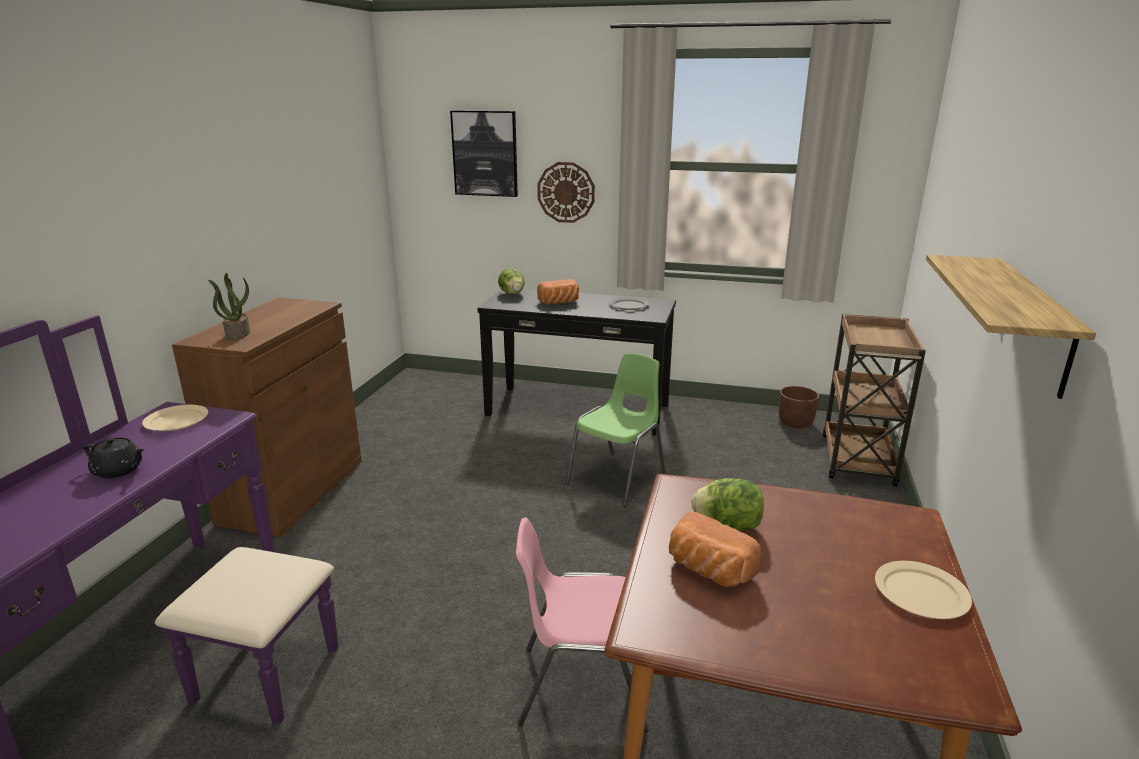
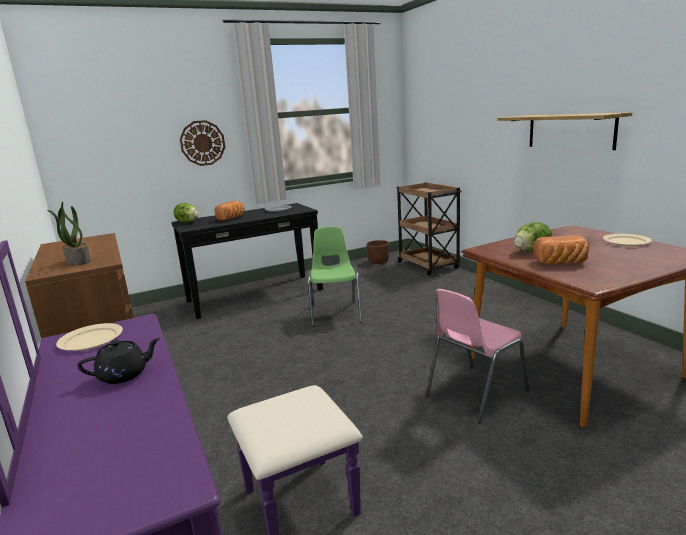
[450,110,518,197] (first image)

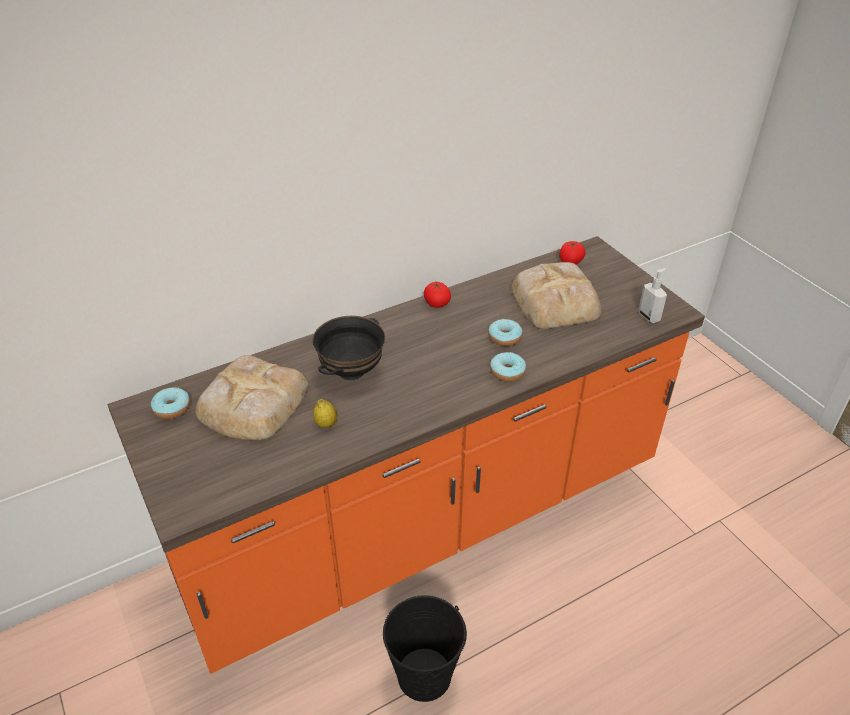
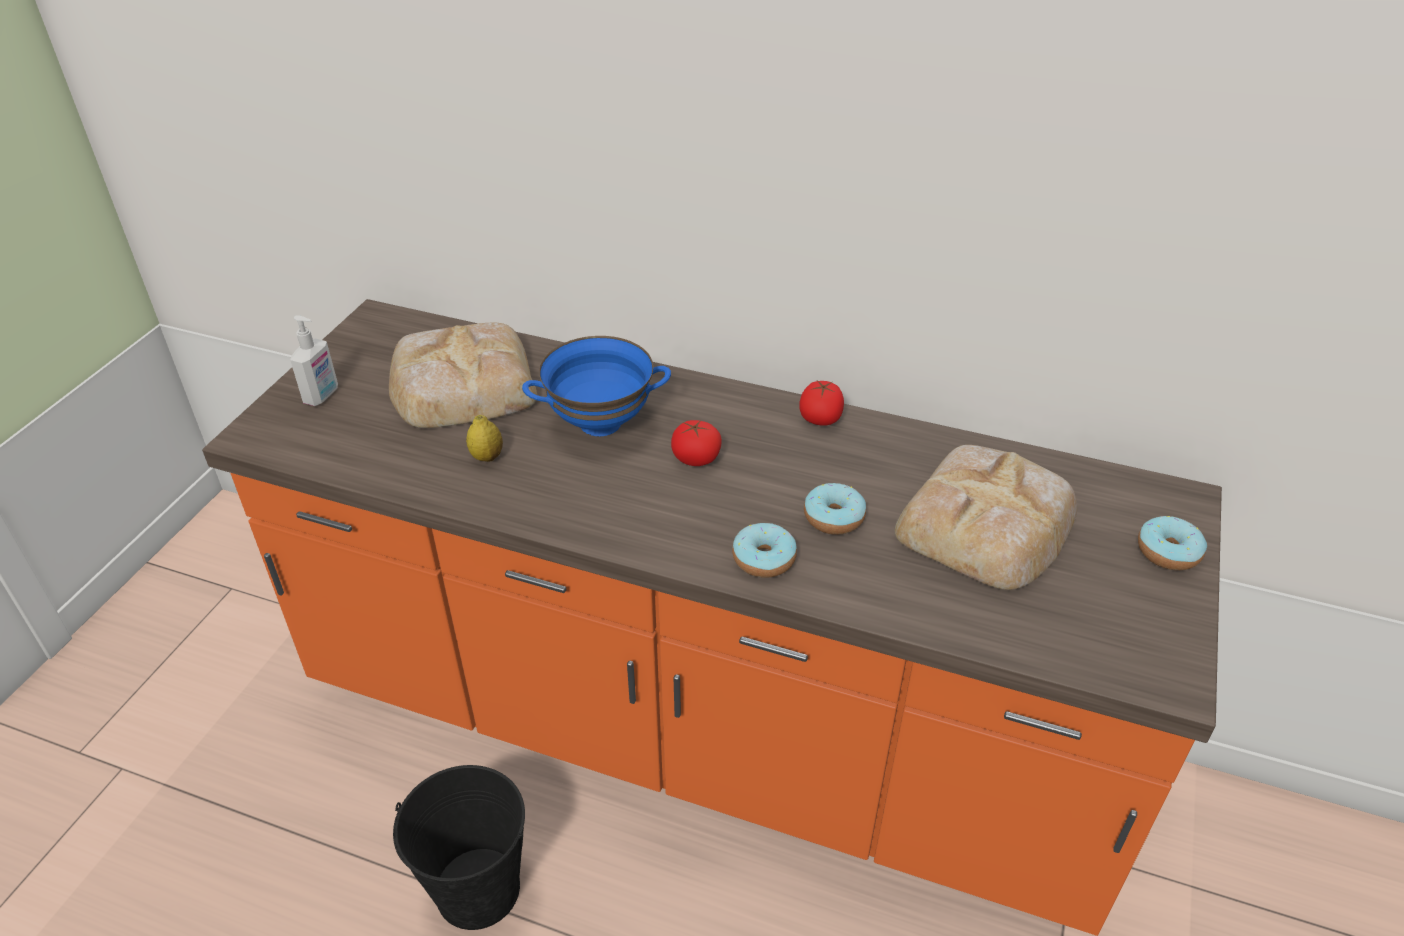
[290,315,338,406]
[522,336,671,436]
[671,420,722,466]
[1138,516,1207,570]

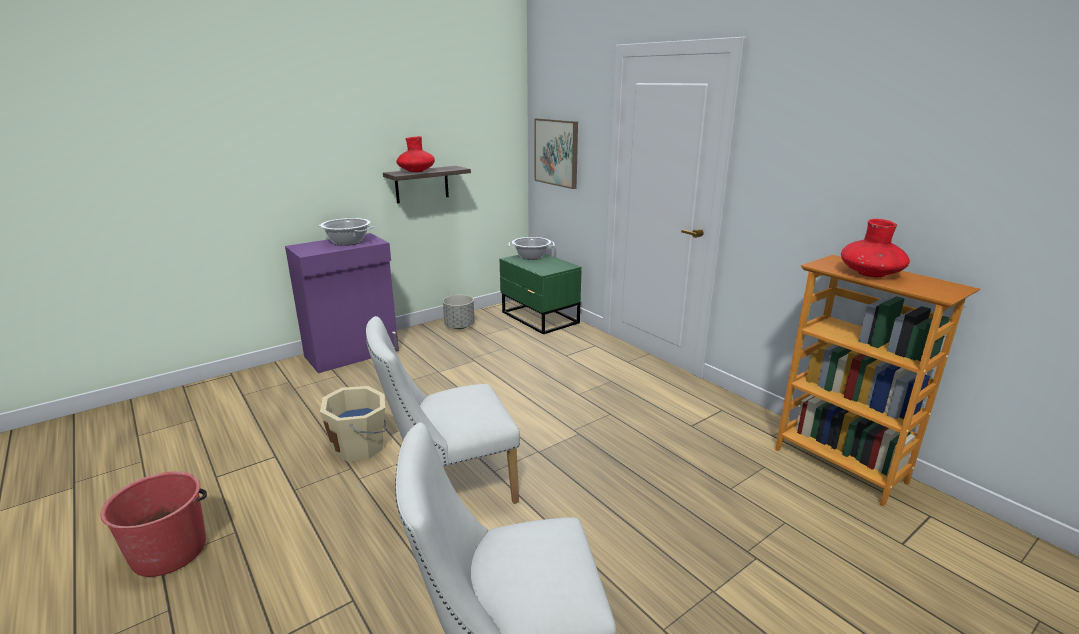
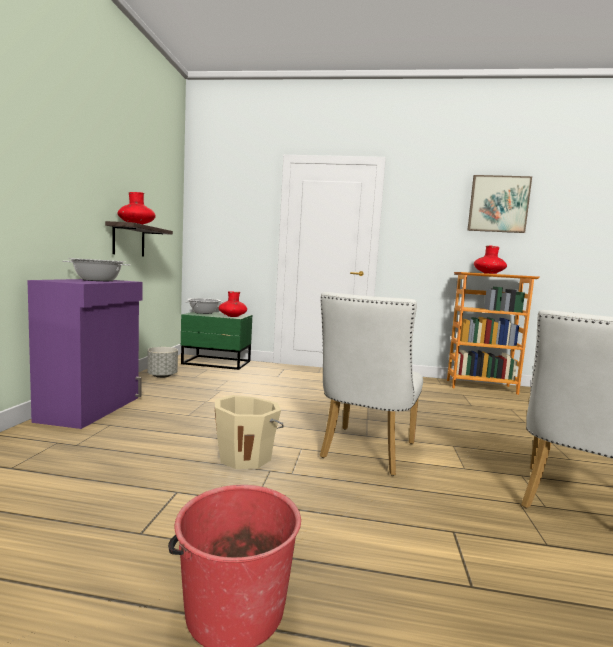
[219,291,247,317]
[467,175,532,233]

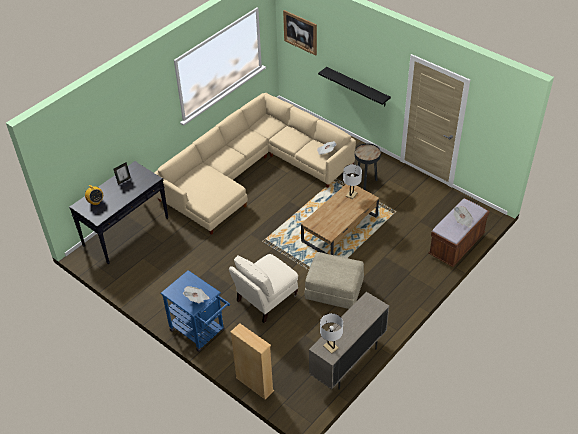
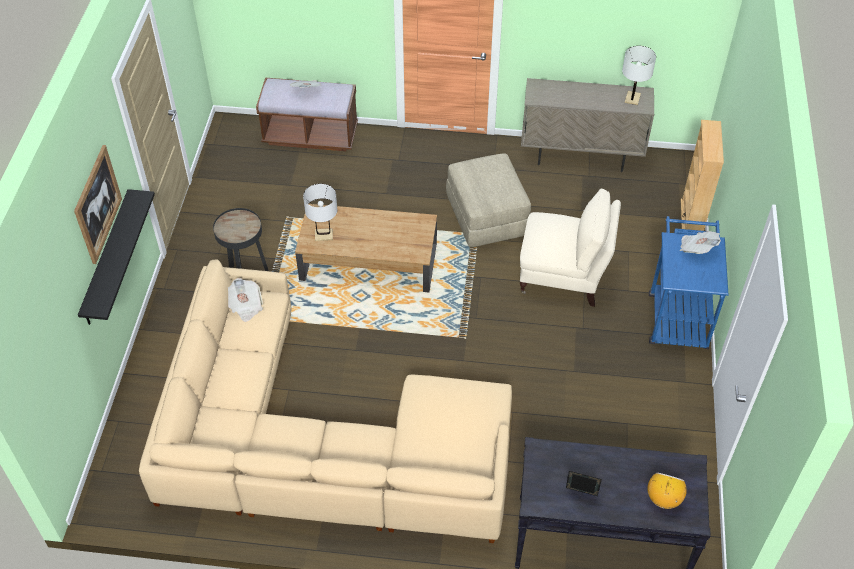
[74,145,122,264]

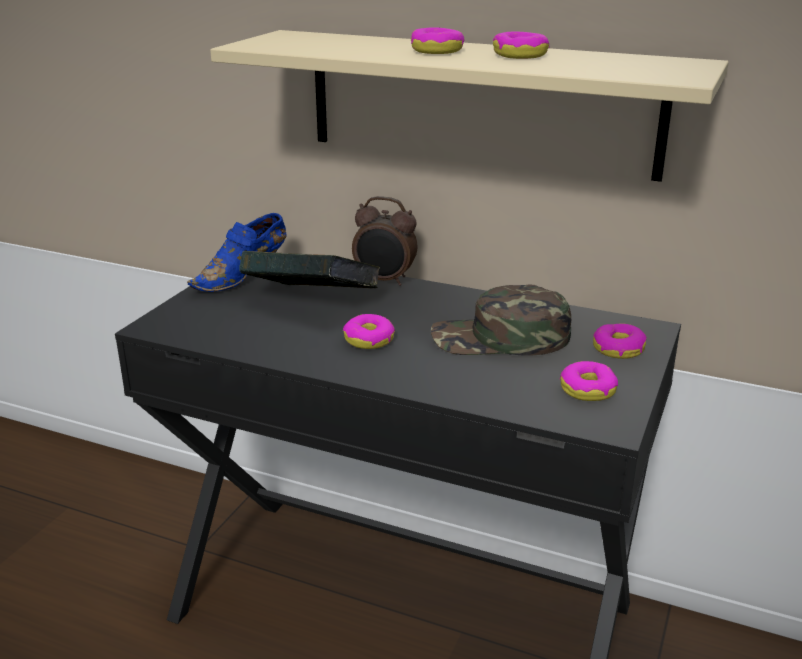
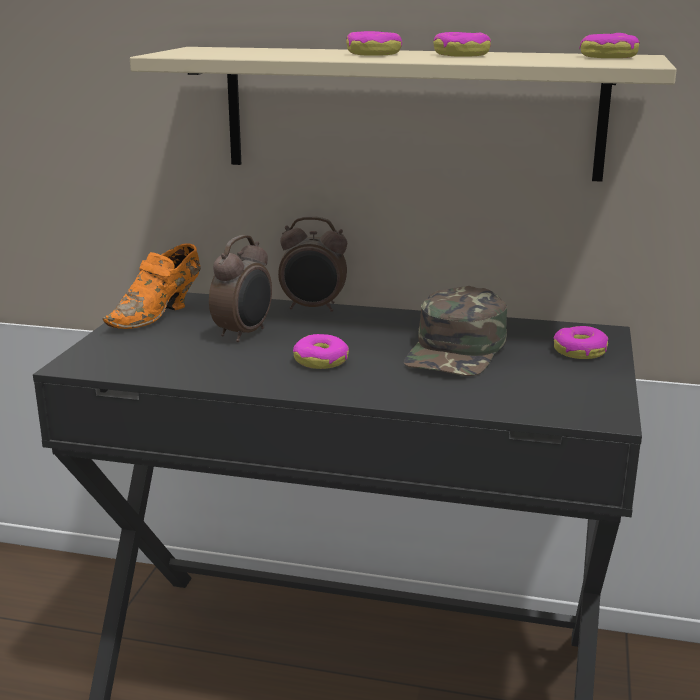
[102,243,201,329]
[209,235,272,342]
[404,286,507,376]
[579,33,640,58]

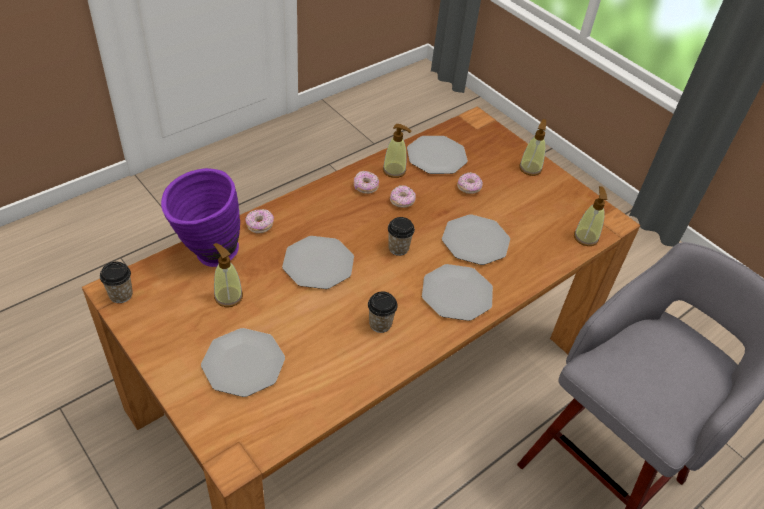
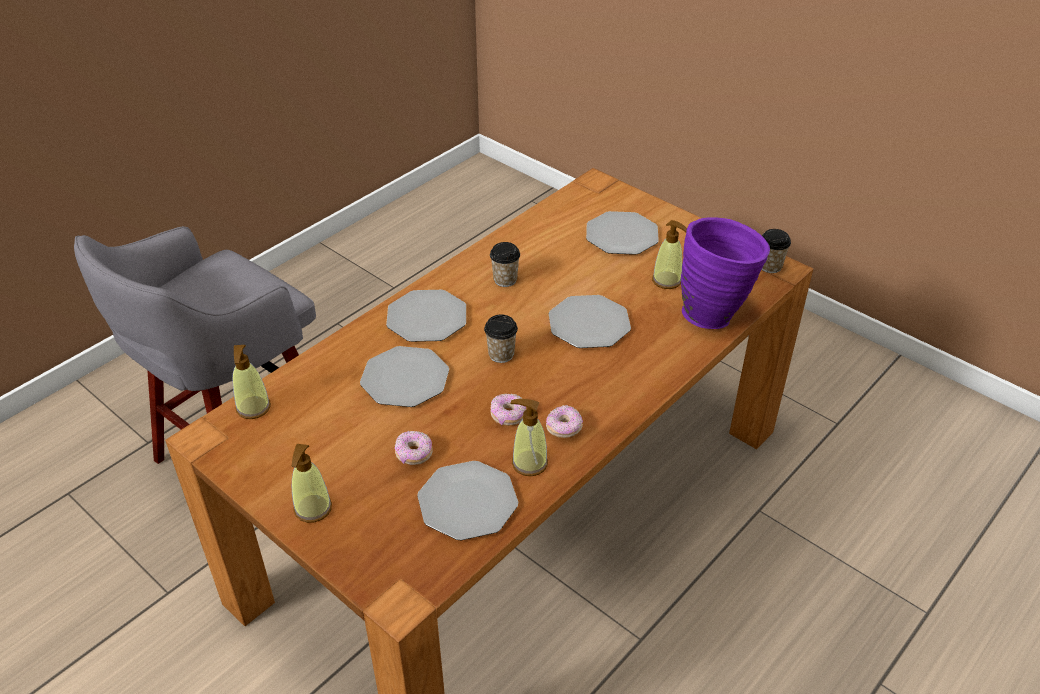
[245,209,274,234] (first image)

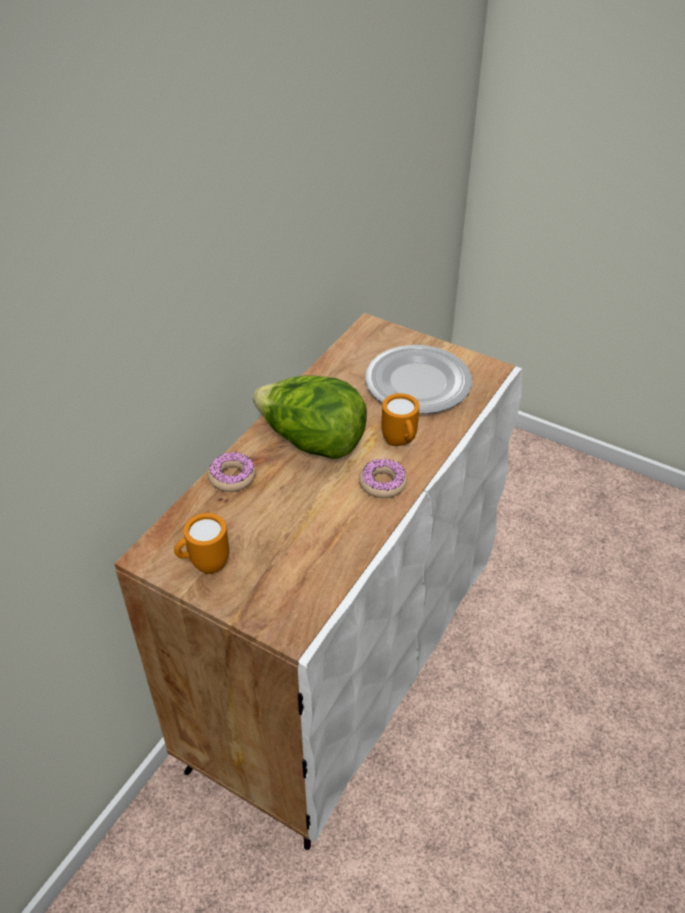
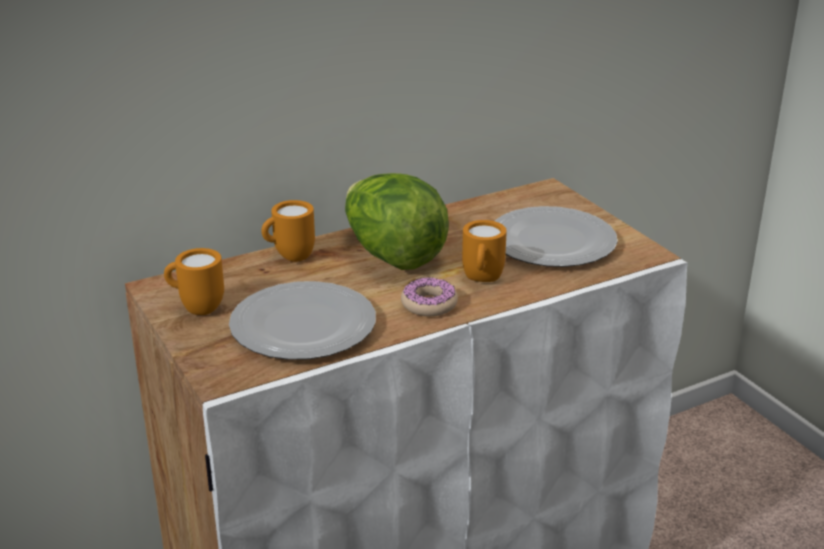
[229,281,376,360]
[261,200,315,262]

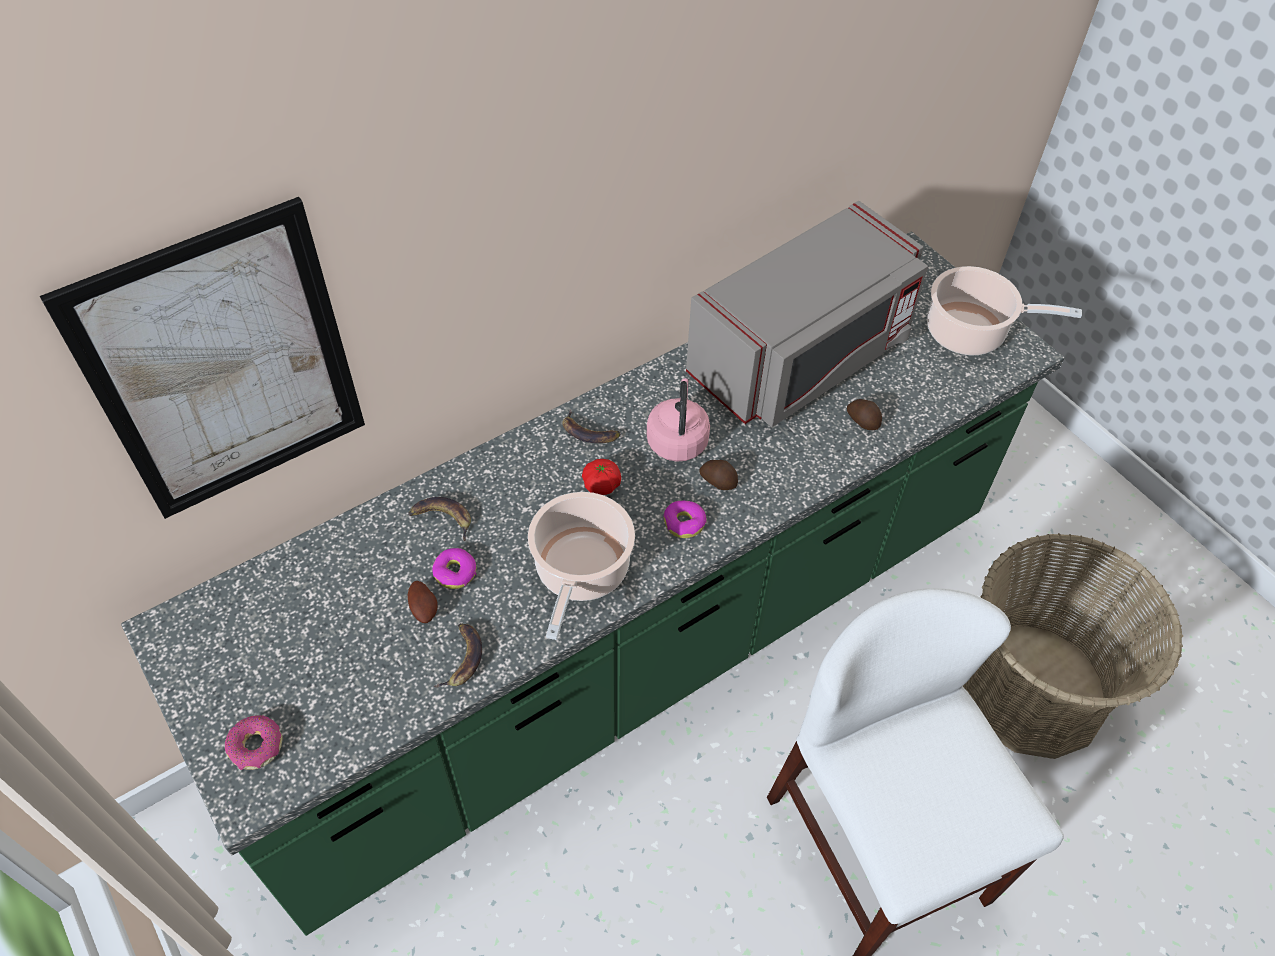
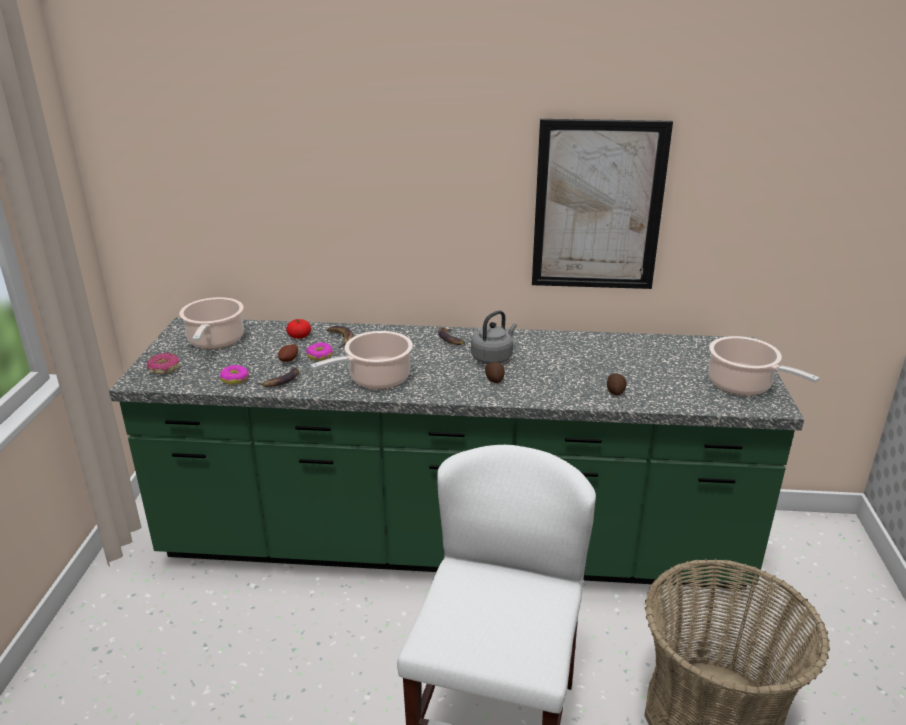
[179,297,244,349]
[220,365,249,385]
[286,319,311,339]
[471,310,517,364]
[532,119,673,289]
[686,201,928,427] (first image)

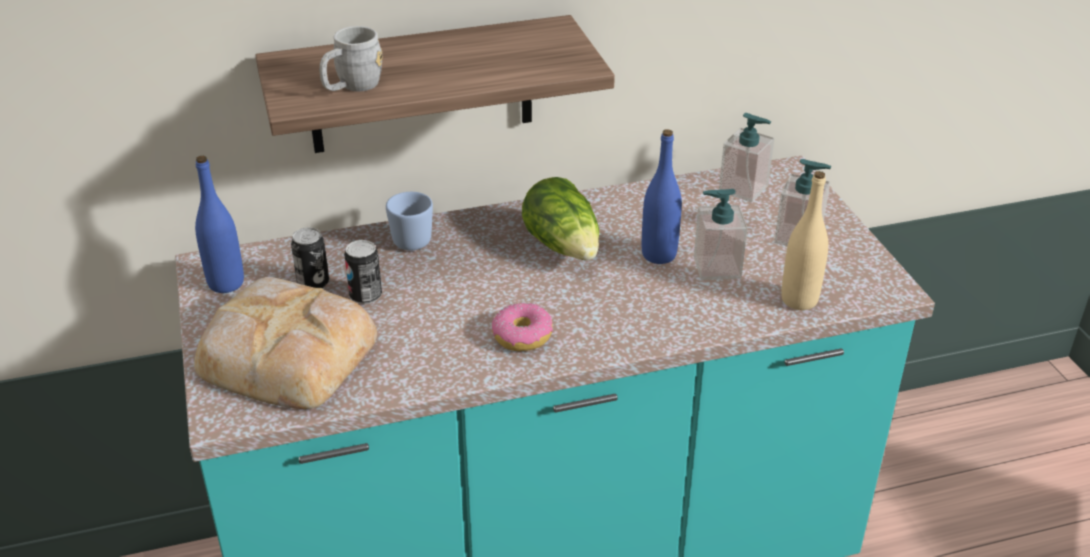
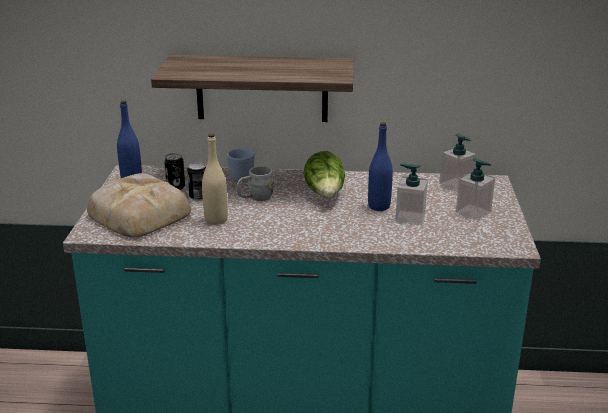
[202,134,228,225]
[237,166,274,201]
[492,303,553,351] (first image)

